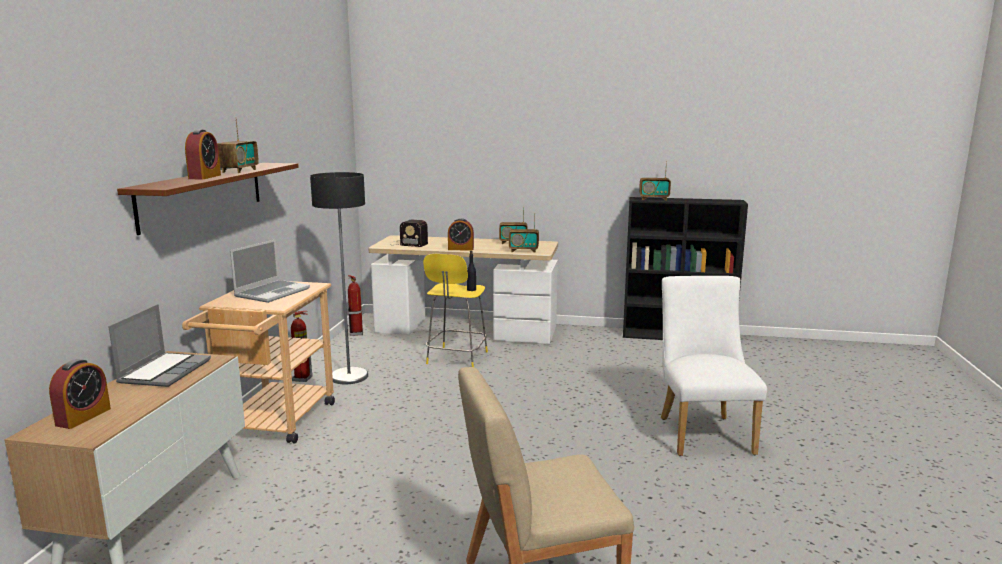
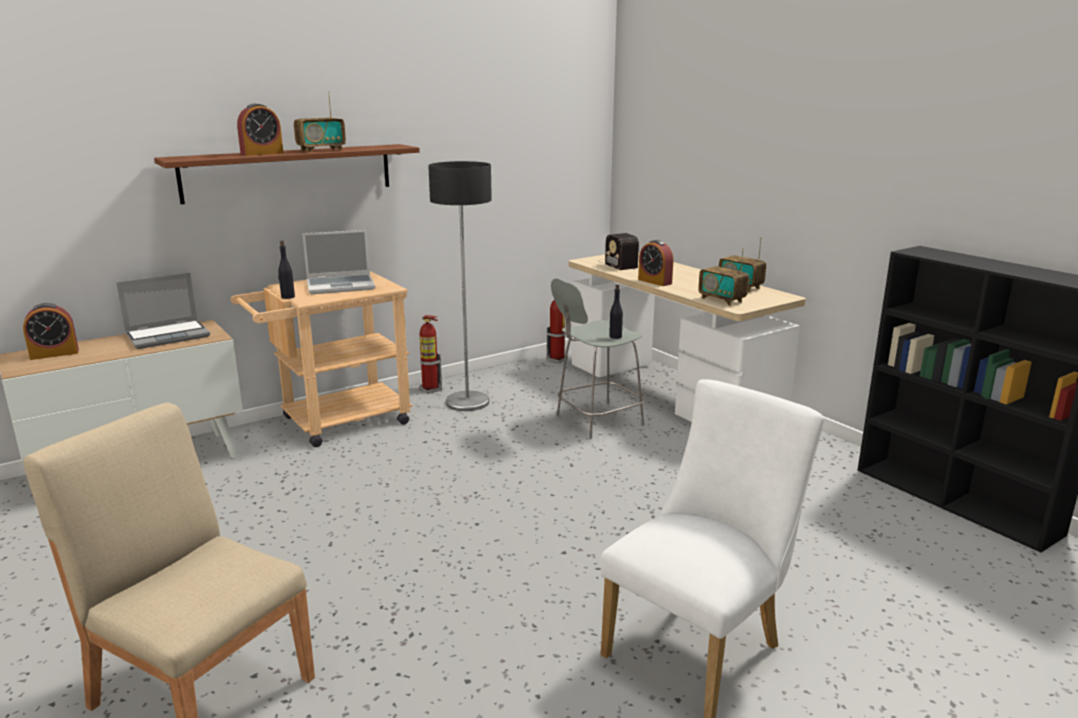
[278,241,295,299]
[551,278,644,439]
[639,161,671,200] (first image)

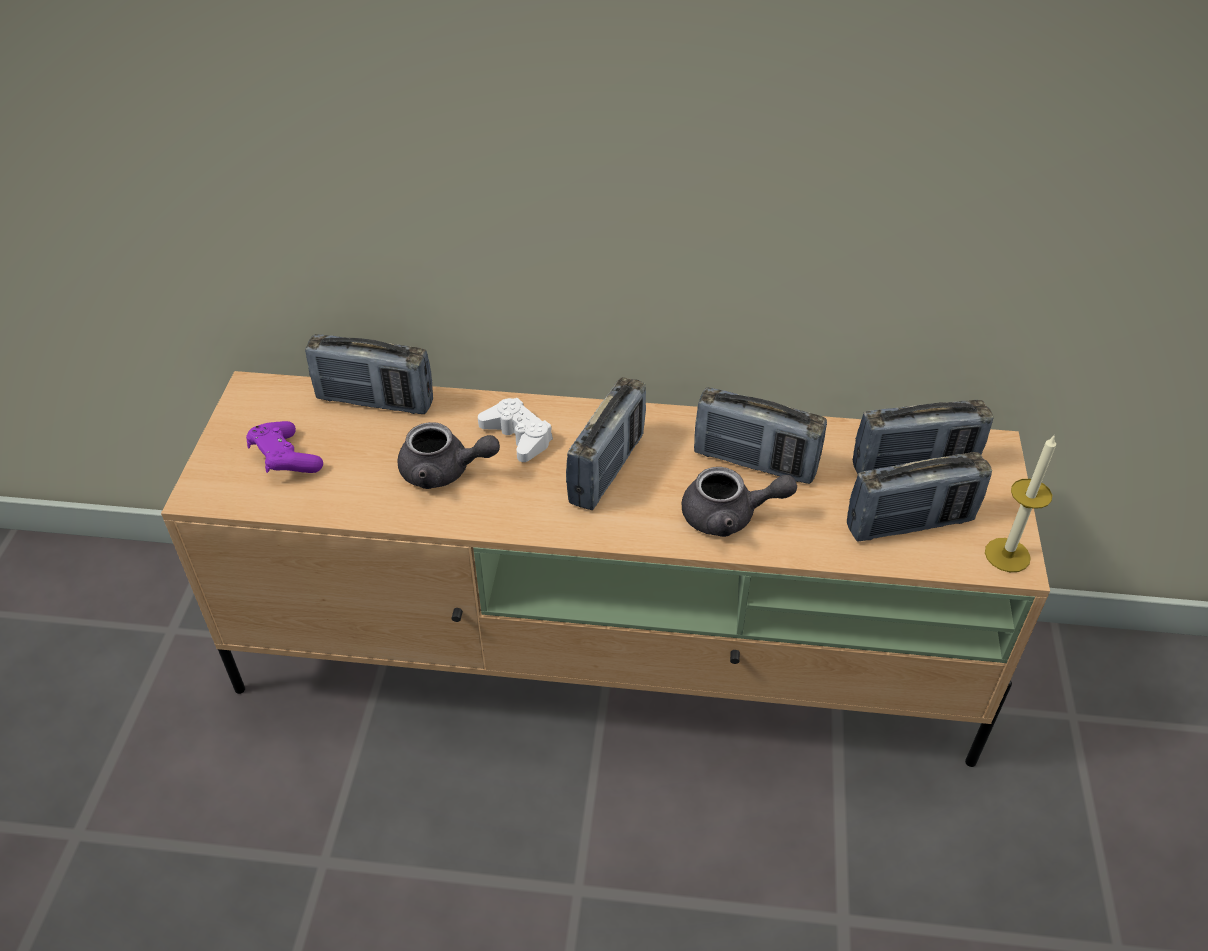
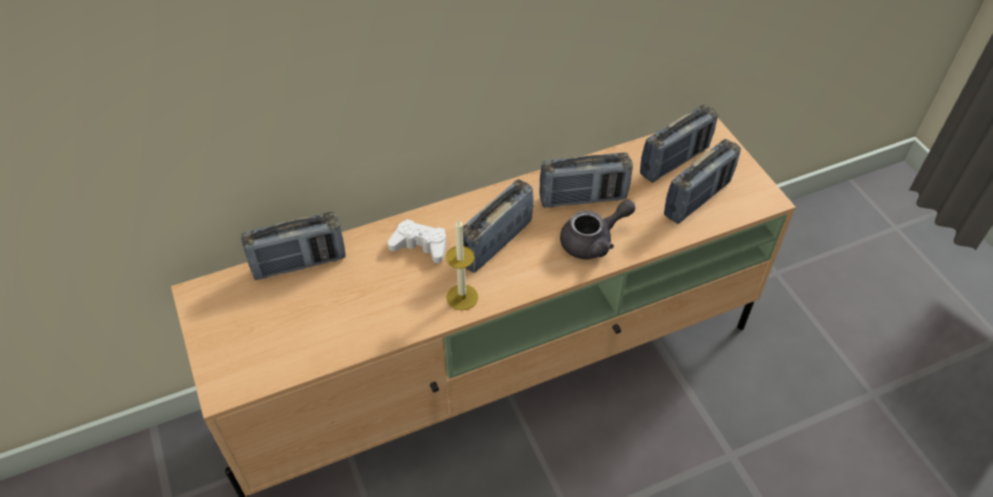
[446,219,478,310]
[462,179,534,273]
[246,421,323,473] (first image)
[398,422,500,489] (first image)

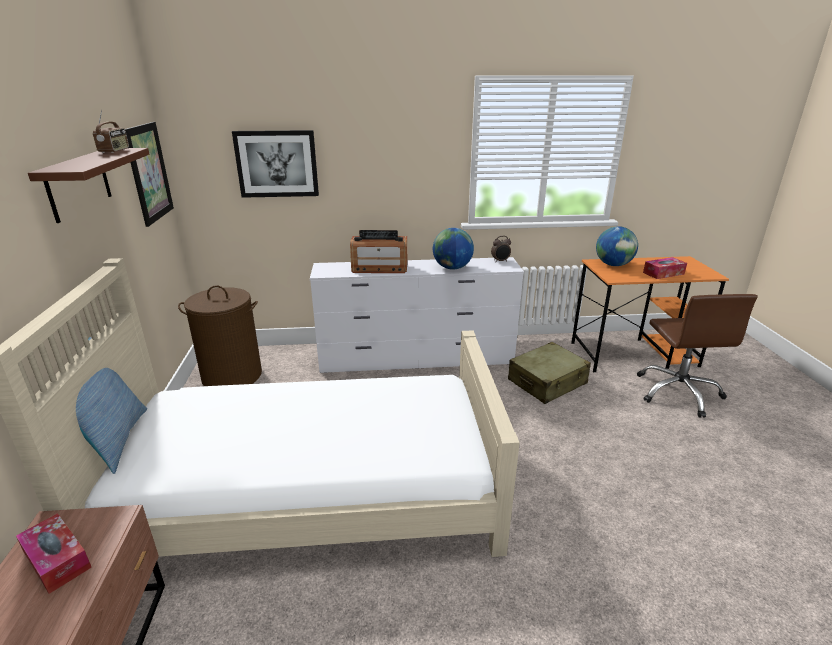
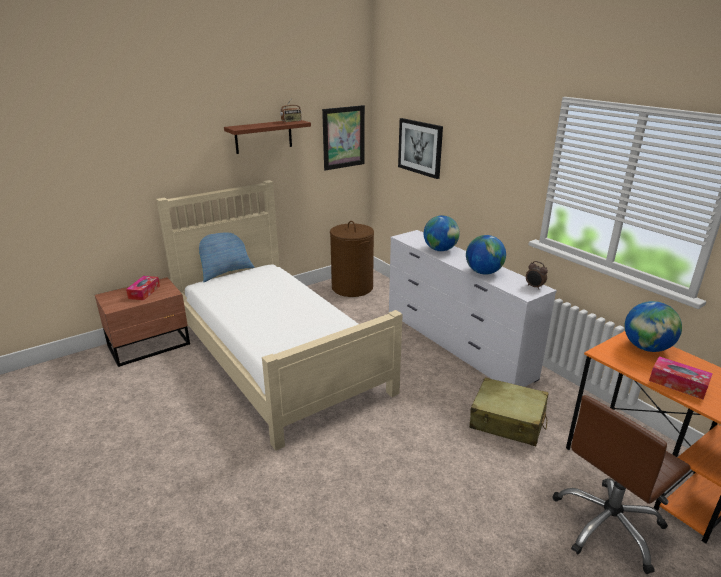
[424,215,460,251]

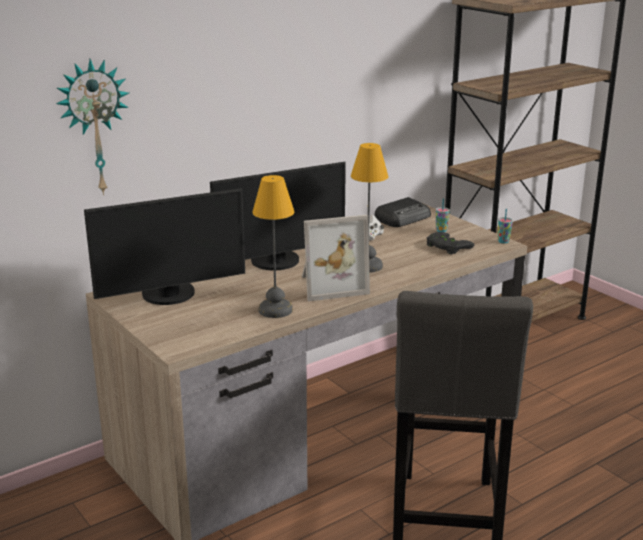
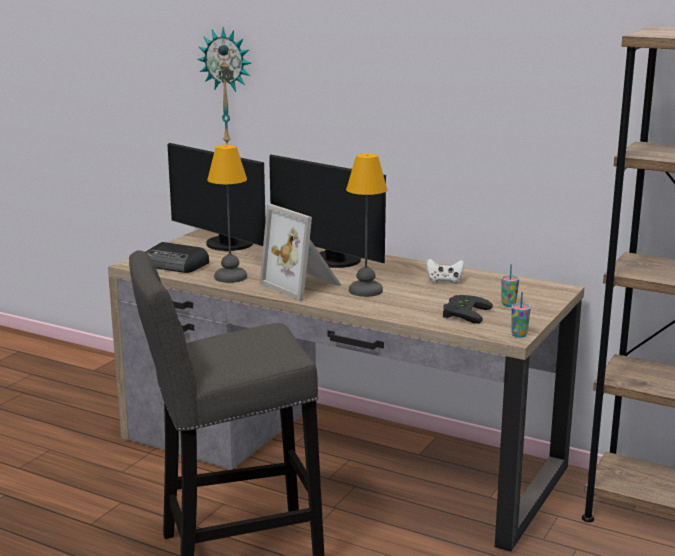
[146,242,209,273]

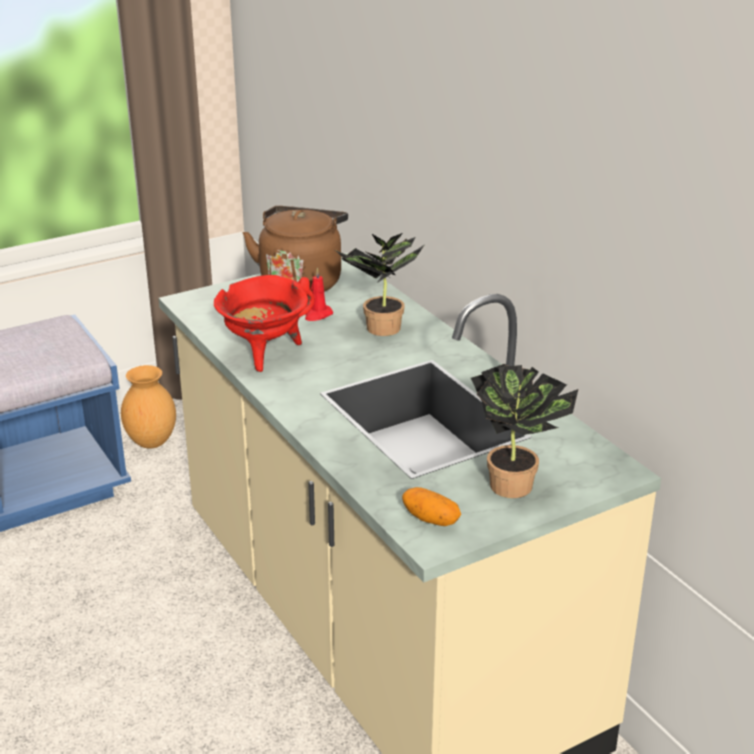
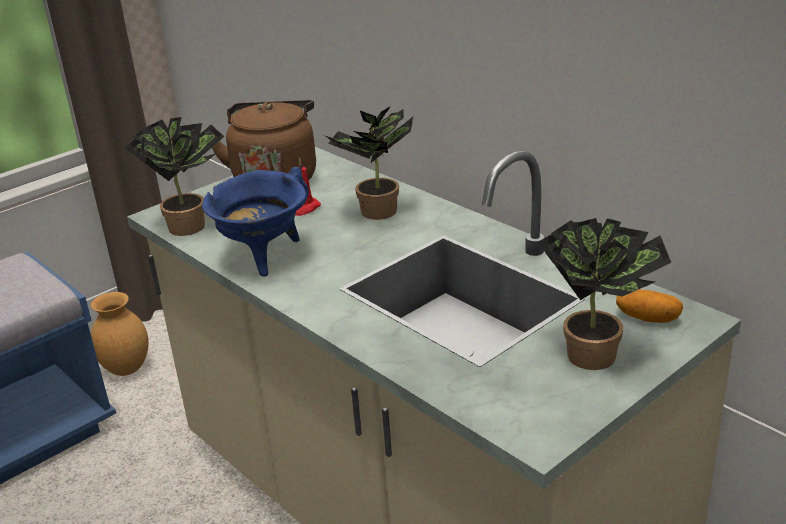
[124,117,224,236]
[202,167,309,277]
[616,289,683,323]

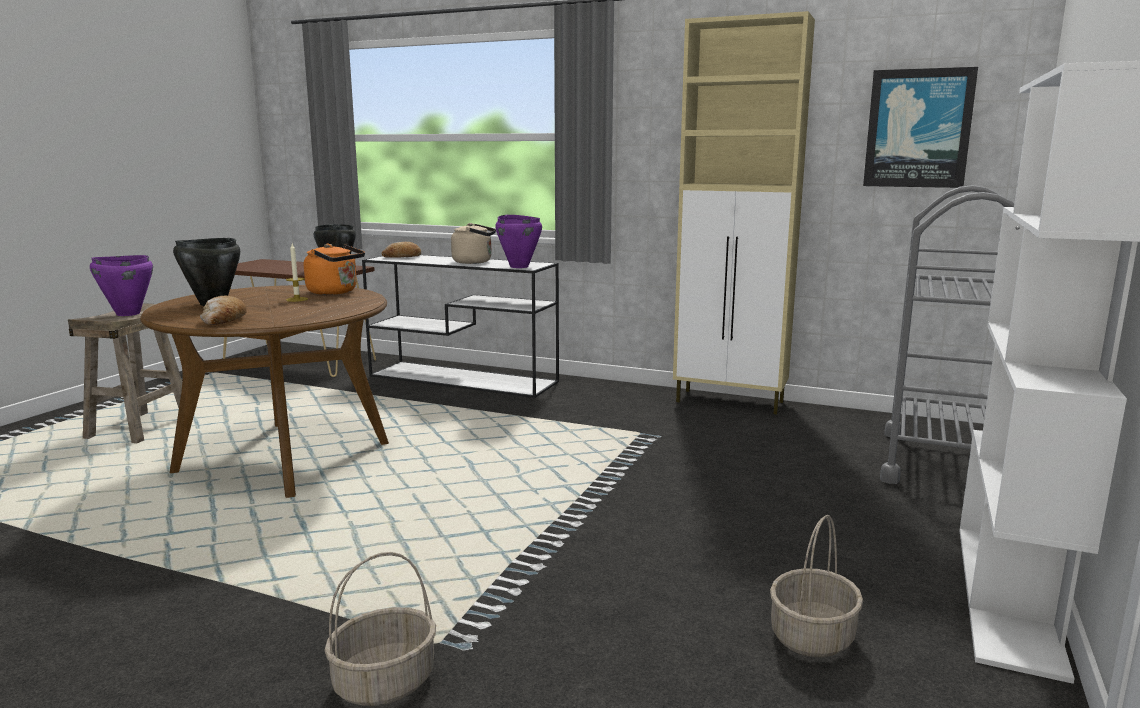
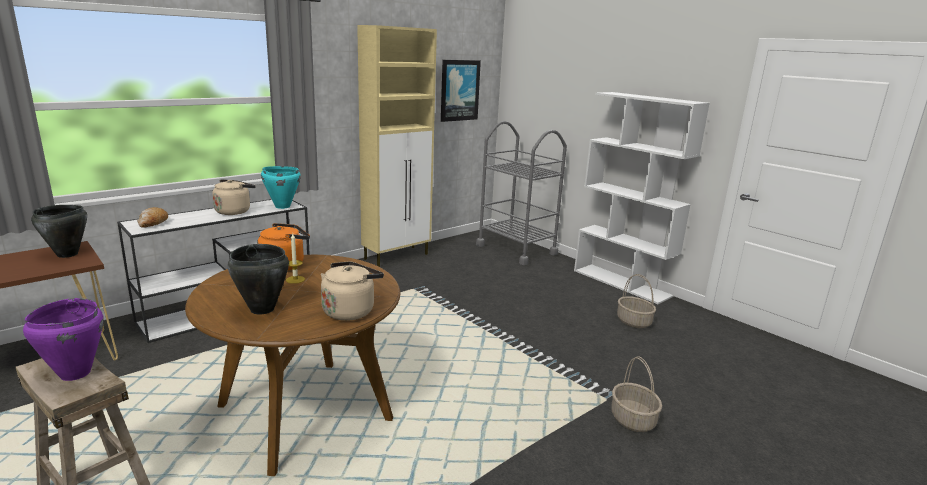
[261,166,301,209]
[321,261,384,321]

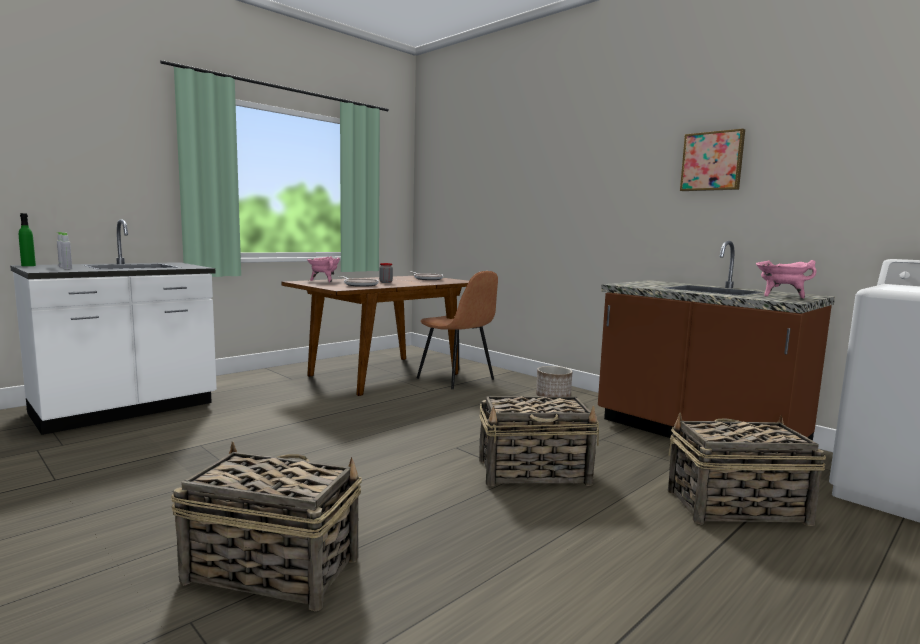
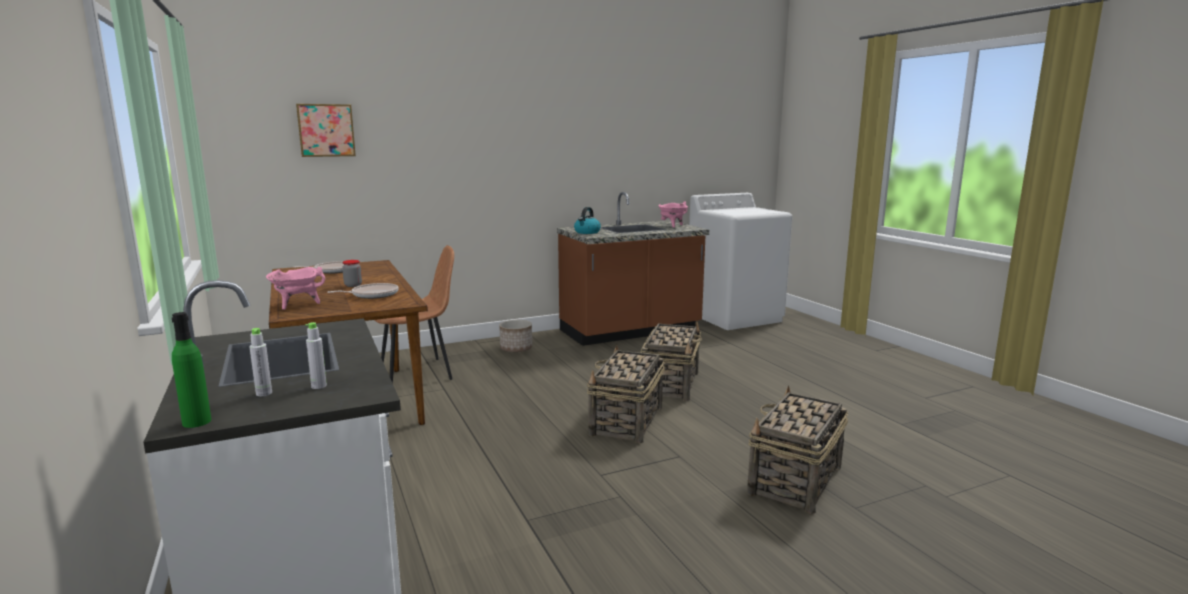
[296,104,356,157]
[574,207,601,234]
[587,344,665,443]

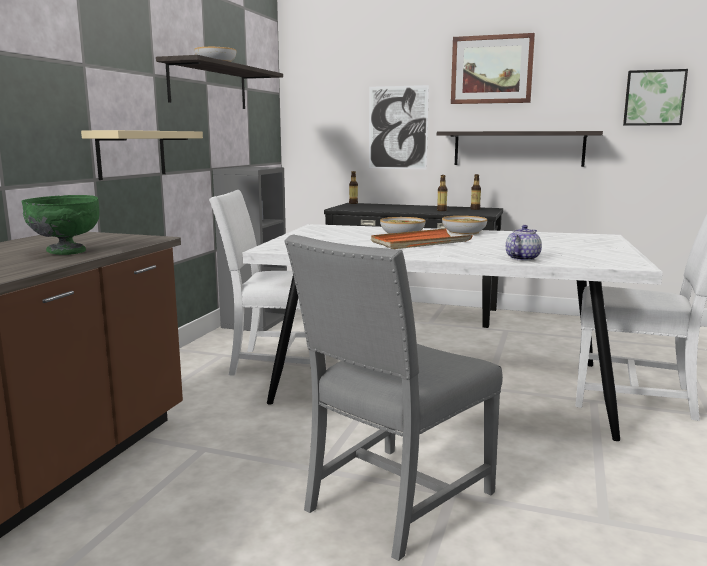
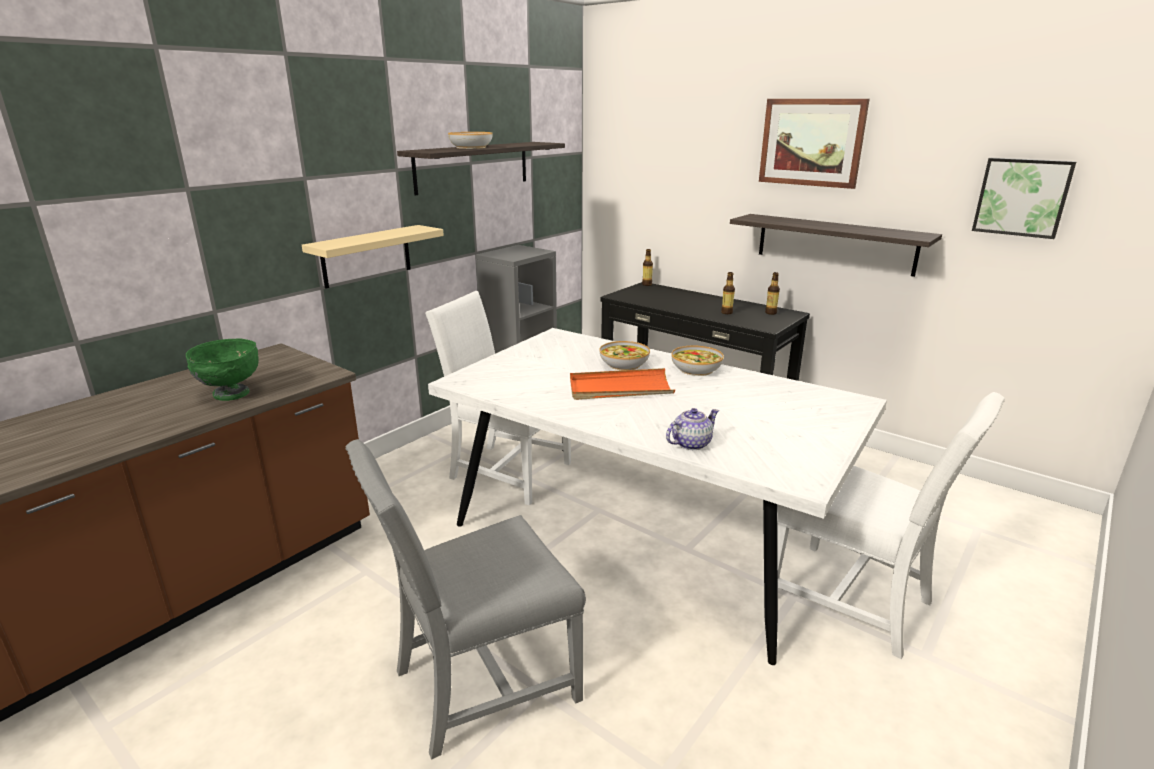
[369,85,429,169] (first image)

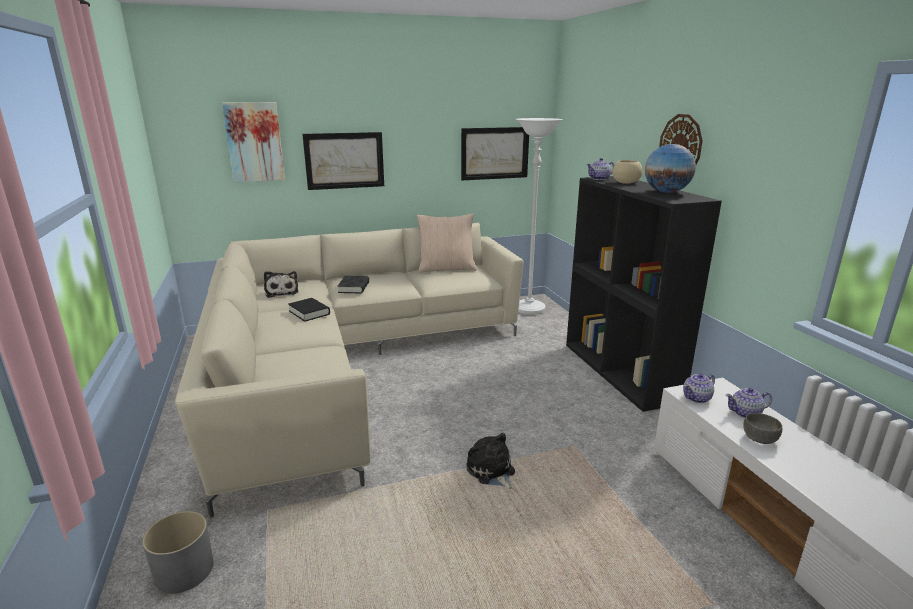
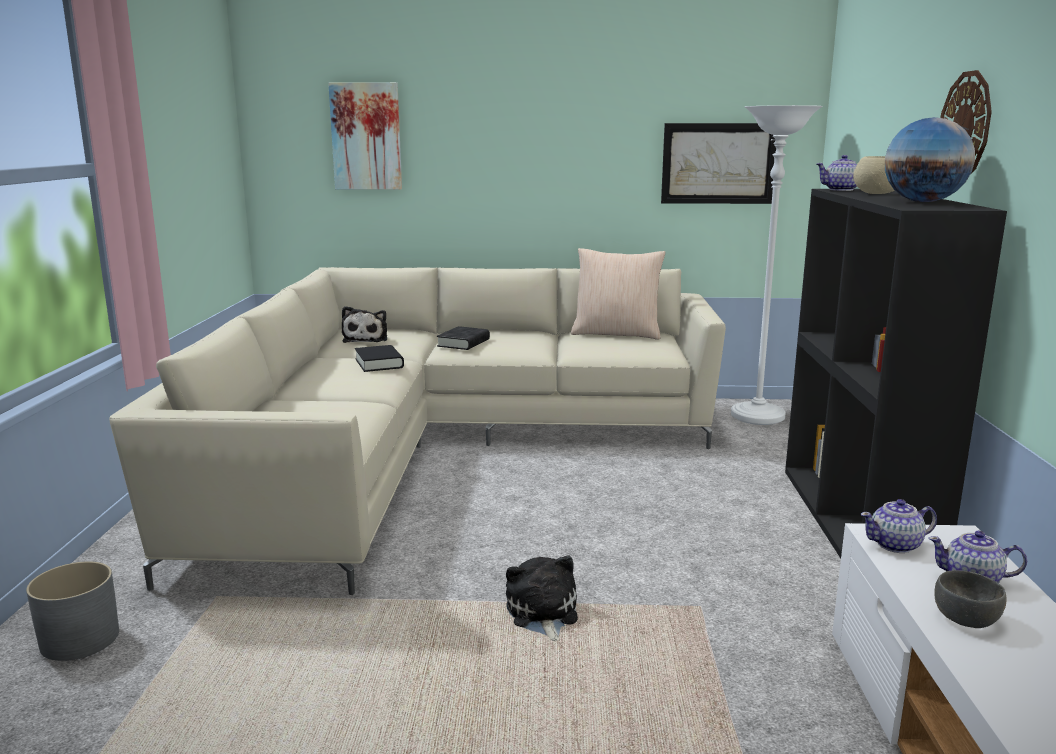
[302,132,384,190] (first image)

